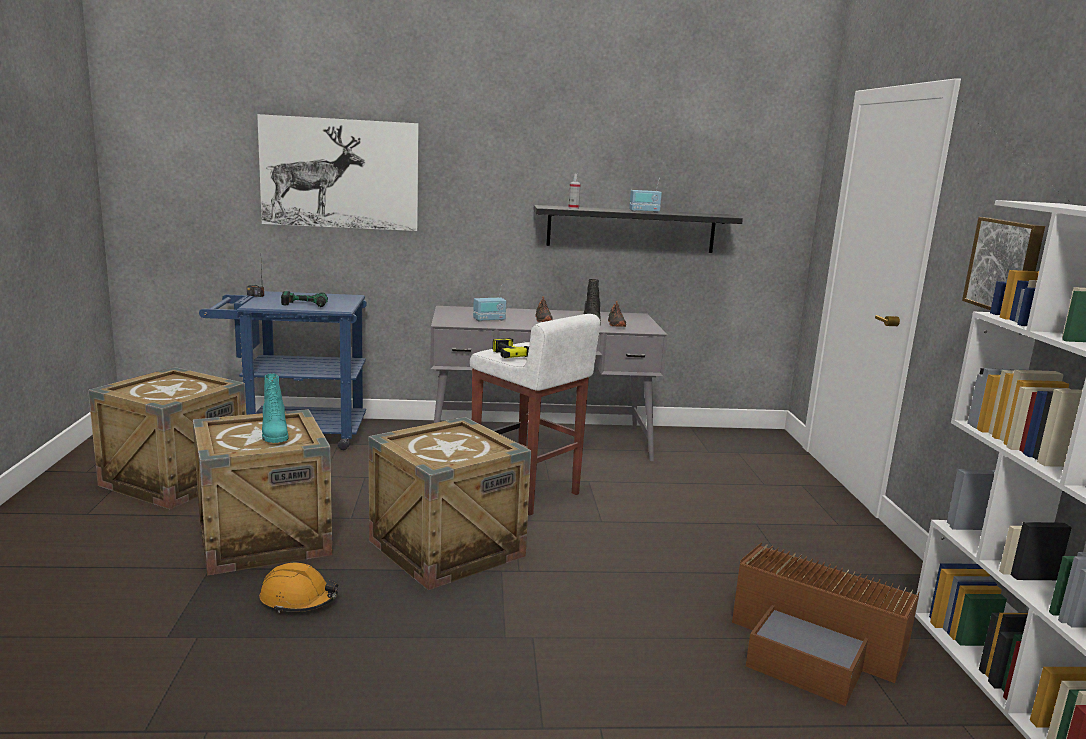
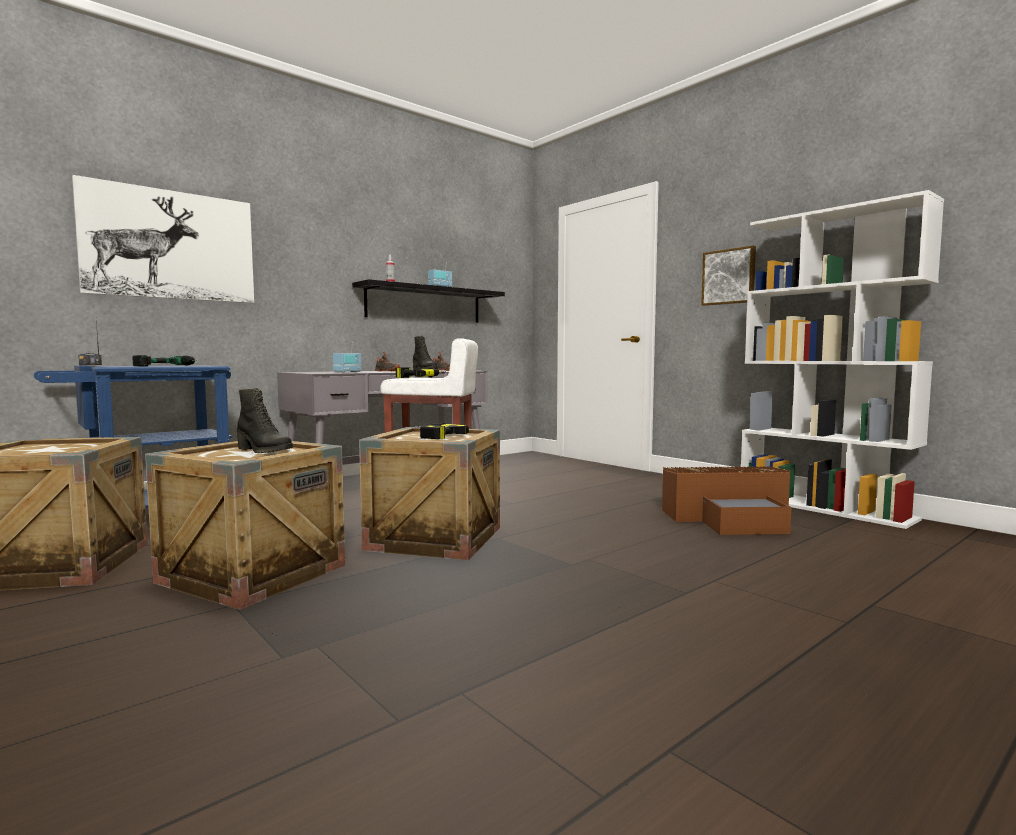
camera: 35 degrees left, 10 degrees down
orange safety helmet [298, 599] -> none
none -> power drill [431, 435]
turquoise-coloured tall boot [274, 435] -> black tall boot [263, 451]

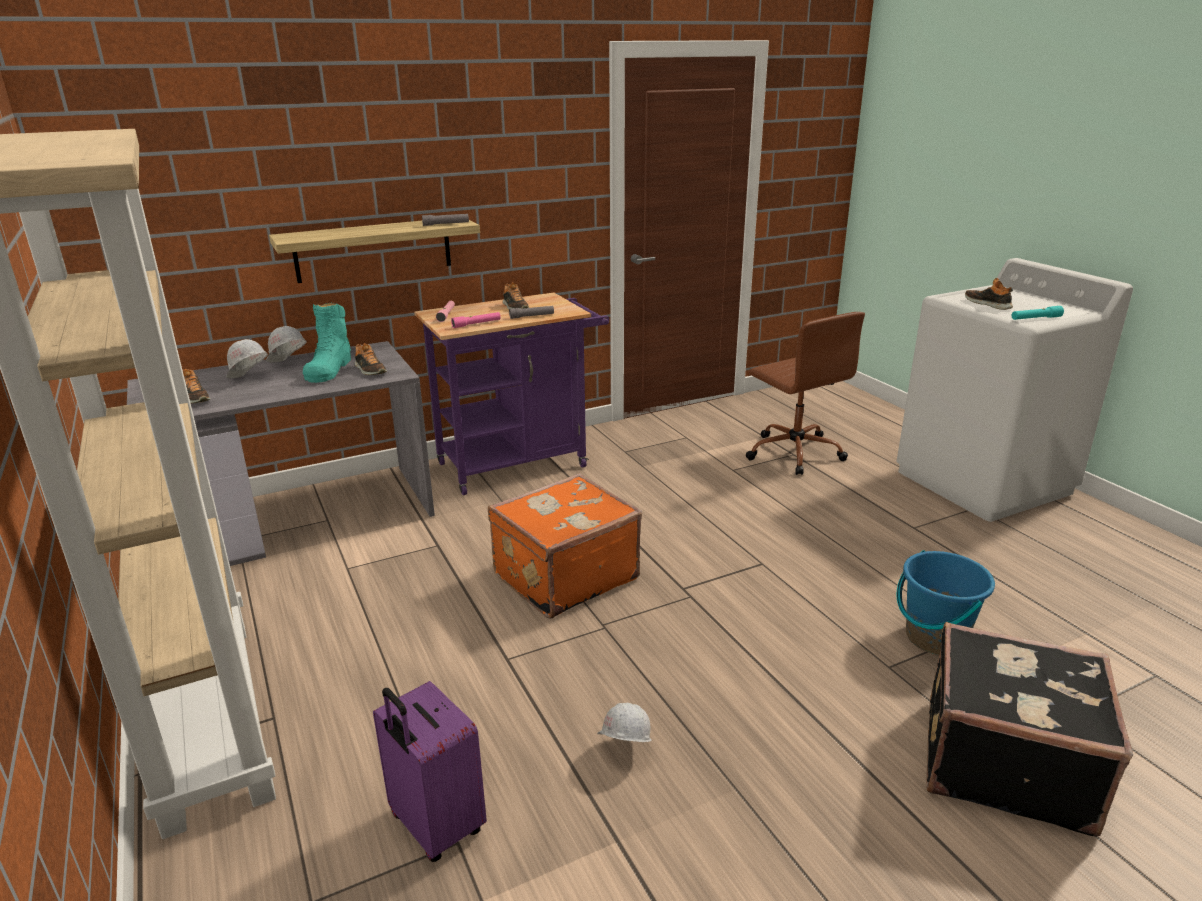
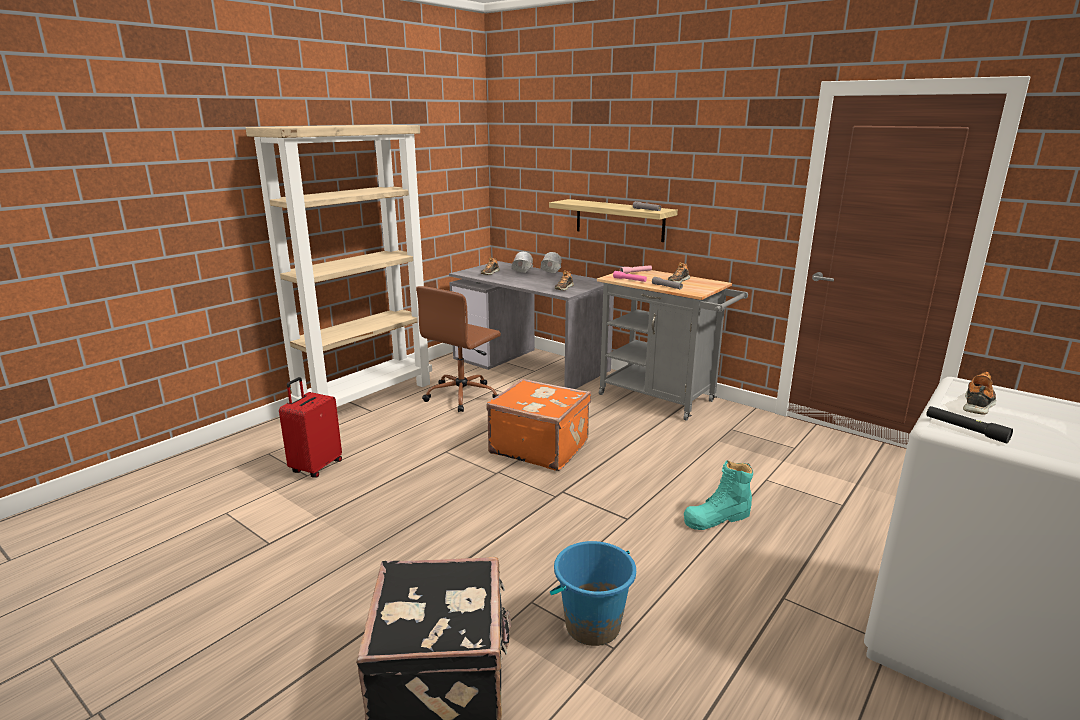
camera: 65 degrees right, 5 degrees down
whitish safety helmet [623, 752] -> none
turquoise-coloured tall boot [329, 369] -> turquoise-coloured tall boot [717, 518], shifted
brownish computer chair [793, 452] -> brownish computer chair [463, 396], shifted
purplish travel case [435, 826] -> red travel case [315, 467]
purplish trolley [521, 462] -> grey trolley [663, 399]
turquoise-coloured torch [1035, 318] -> black torch [965, 429]

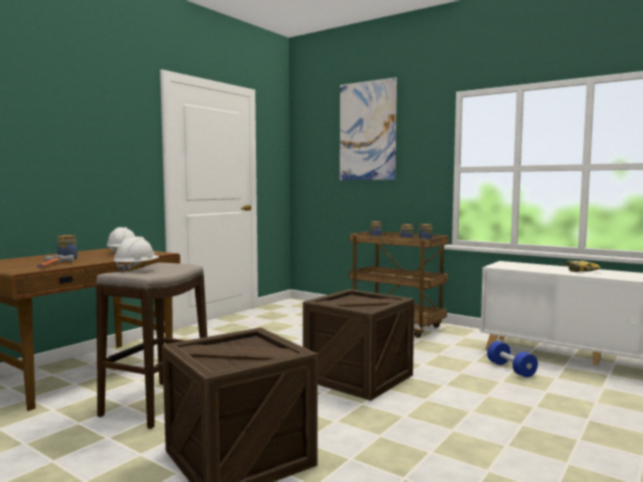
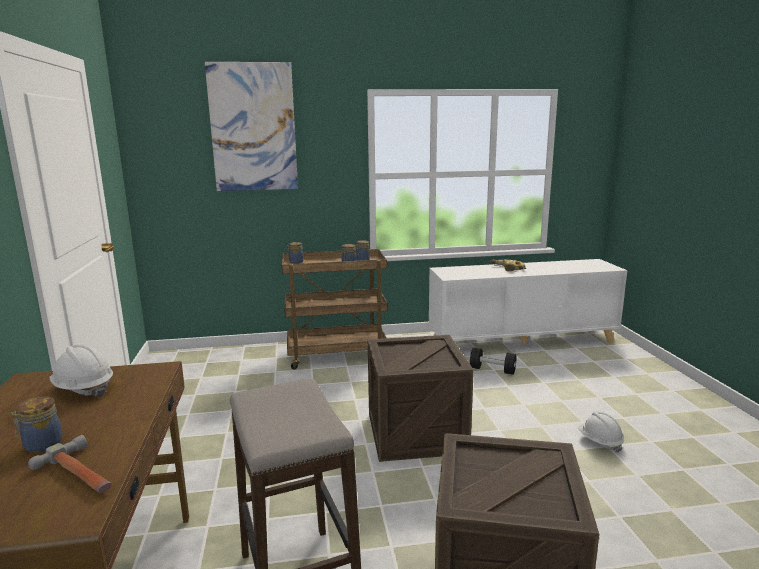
camera: 45 degrees left, 10 degrees up
whitish safety helmet [136, 269] -> whitish safety helmet [599, 442], shifted
blue free weight [511, 369] -> black free weight [492, 370]

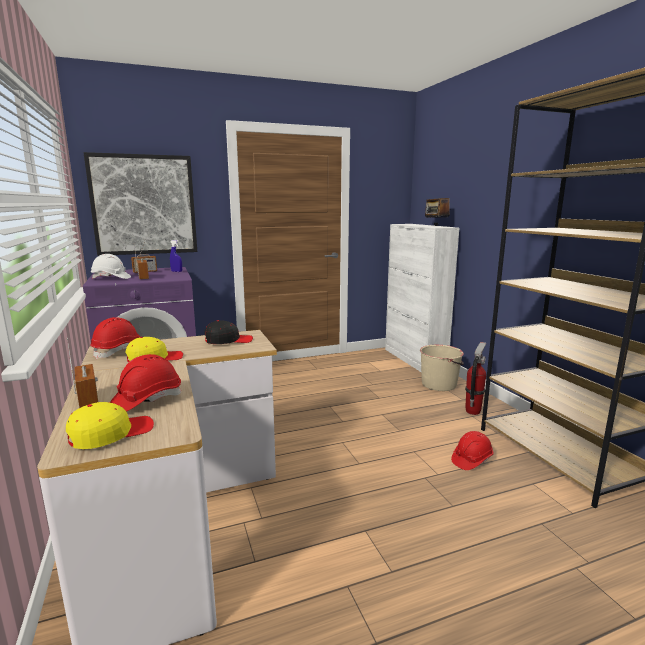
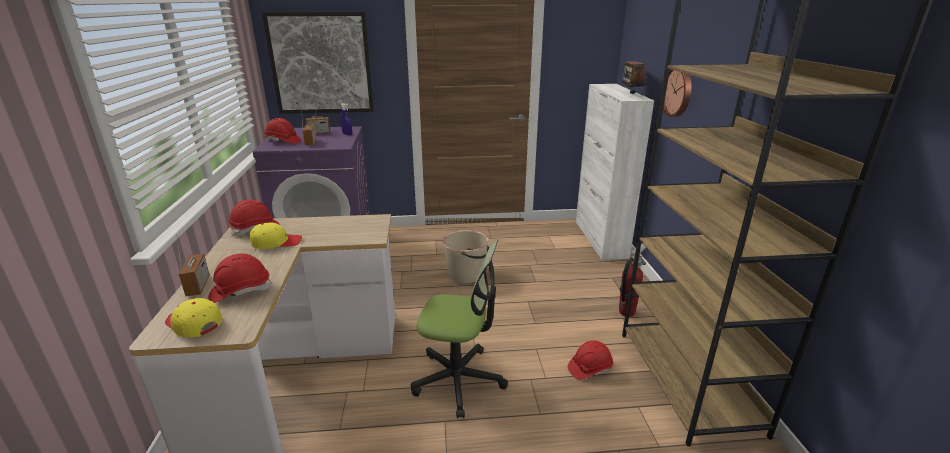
camera: 15 degrees right, 10 degrees up
black cap [228, 340] -> none
none -> computer chair [458, 380]
none -> wall clock [678, 91]
sand-coloured water bucket [439, 384] -> sand-coloured water bucket [466, 274], shifted
whitish safety helmet [111, 278] -> red safety helmet [283, 141]
yellow-coloured cap [111, 434] -> yellow-coloured cap [194, 323], 120 degrees counterclockwise

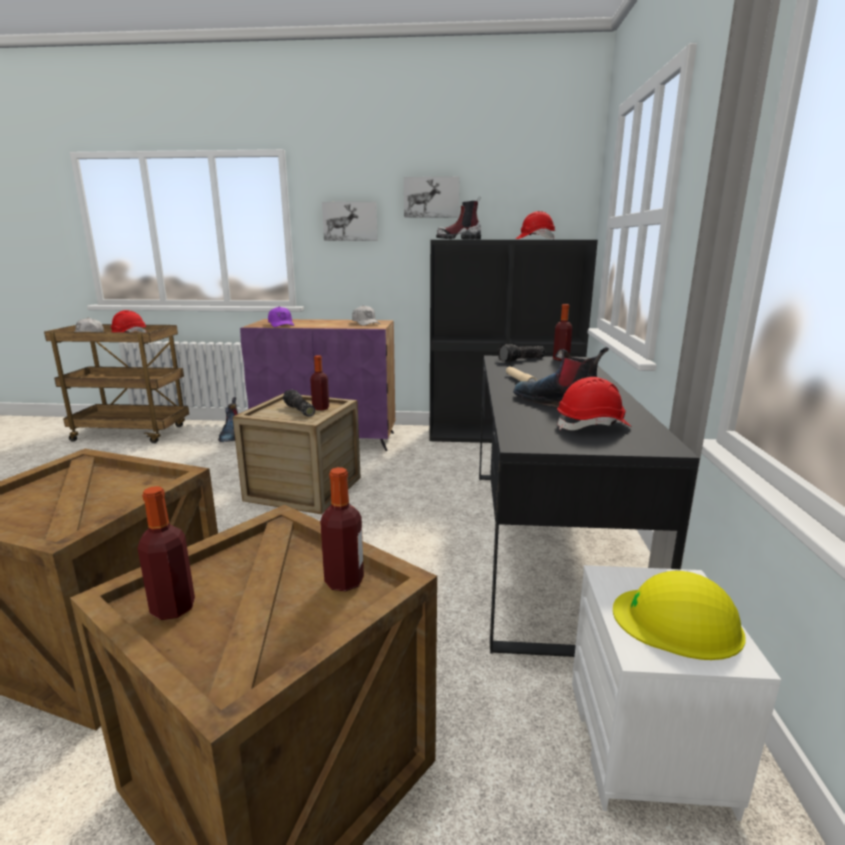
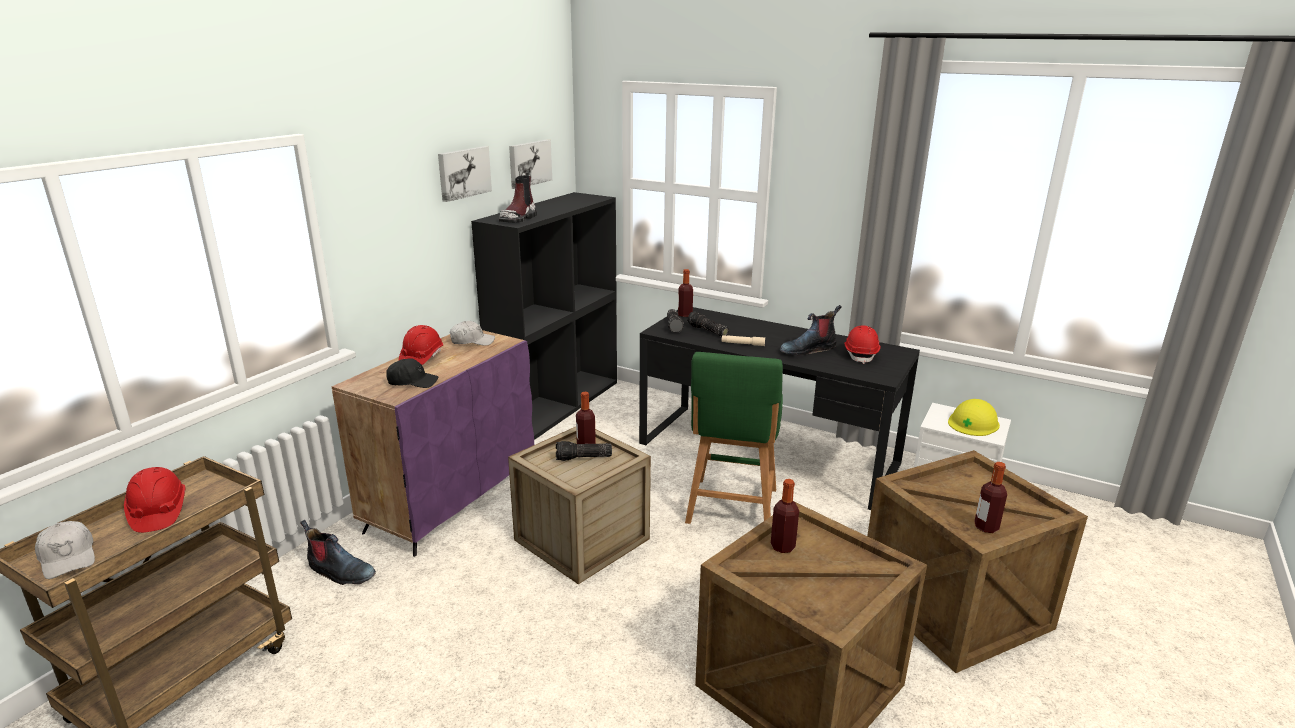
camera: 65 degrees left, 5 degrees up
none -> greenish stool seat [731, 509]
none -> torch [707, 331]
bottle [344, 581] -> bottle [782, 546], shifted
wall picture [350, 221] -> wall picture [529, 163], shifted
red safety helmet [535, 239] -> red safety helmet [421, 358], shifted
purplish cap [281, 324] -> black cap [412, 382]

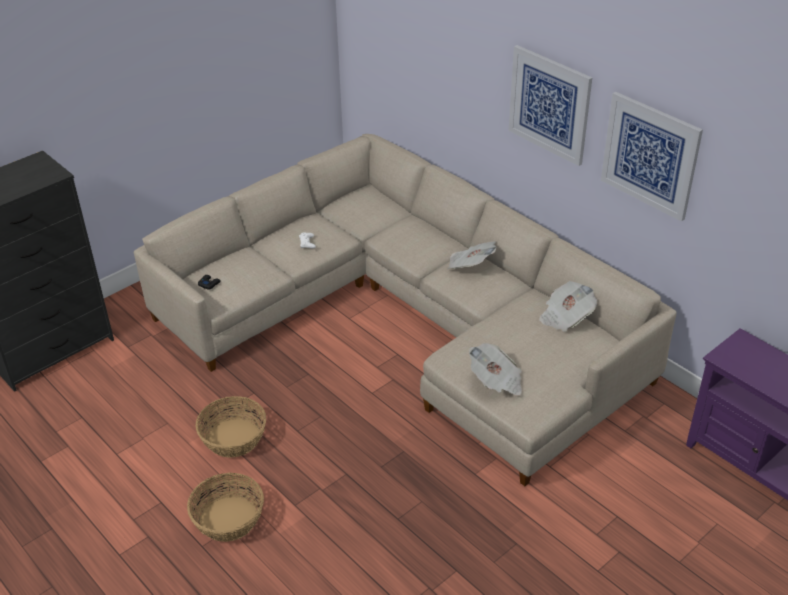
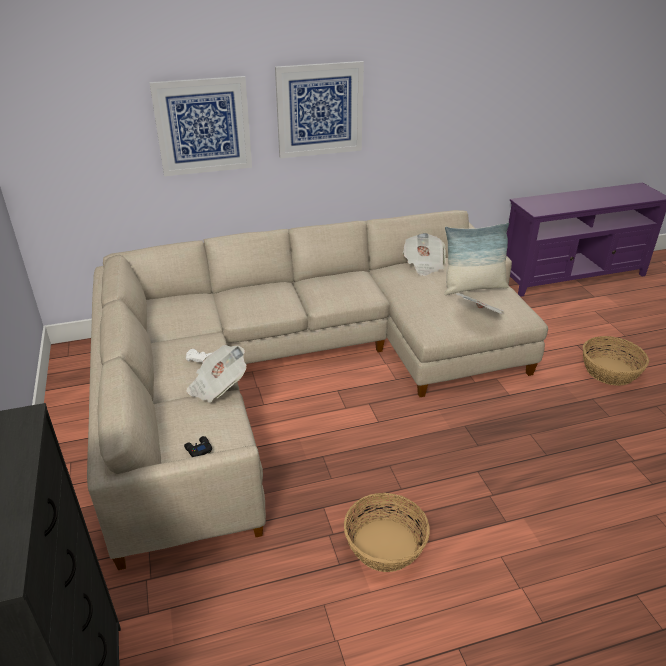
camera: 65 degrees left, 5 degrees down
none -> throw pillow [473, 287]
basket [228, 519] -> basket [610, 371], shifted
newspaper [470, 266] -> newspaper [217, 386], shifted
wall picture [650, 155] -> wall picture [203, 126], shifted

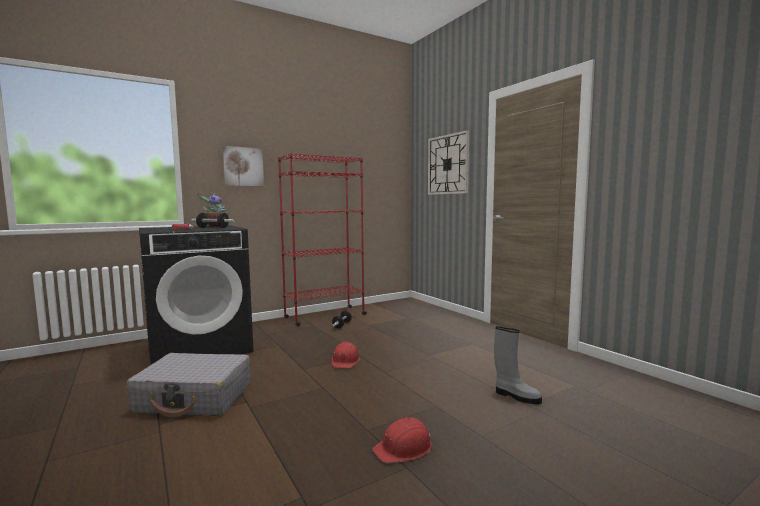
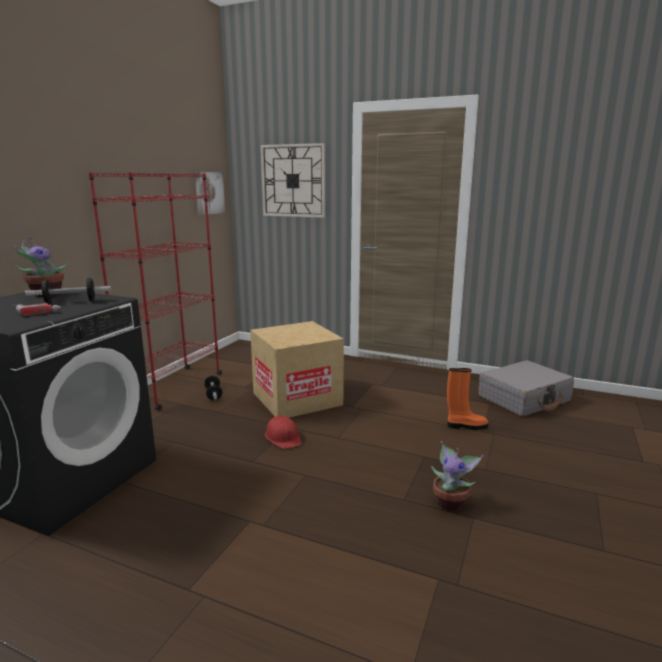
camera: 35 degrees left, 10 degrees up
none -> cardboard box [297, 398]
grey travel case [195, 398] -> grey travel case [524, 399], shifted
wall picture [243, 166] -> wall picture [209, 193], shifted
red safety helmet [404, 448] -> potted plant [451, 502]
grey tall boot [516, 396] -> orange tall boot [466, 426]

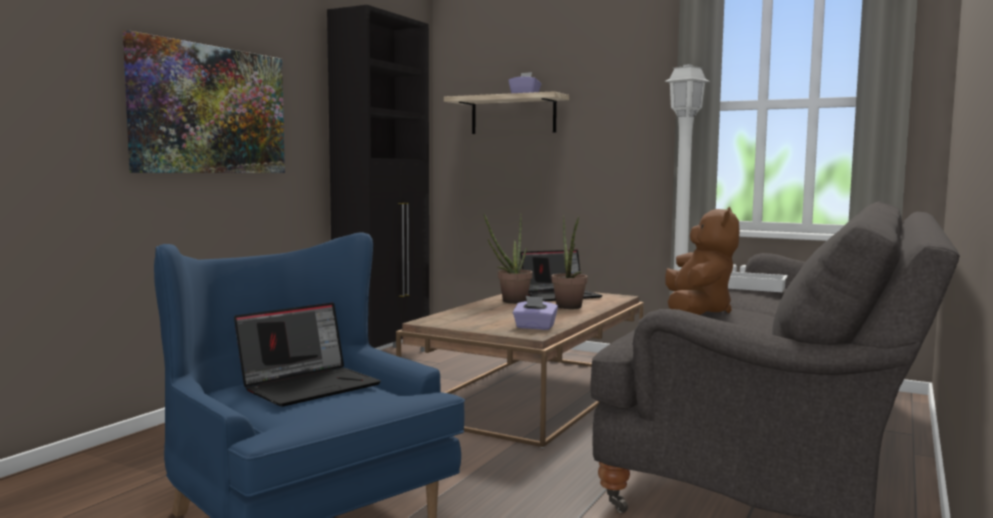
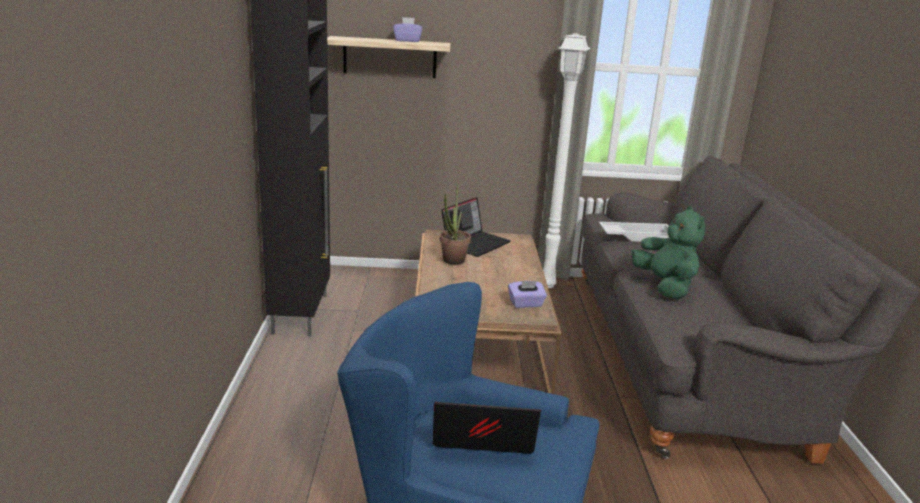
camera: 30 degrees left, 15 degrees up
wall picture [210, 110] -> none
potted plant [569, 308] -> none
brownish plush toy [697, 311] -> greenish plush toy [665, 286]
portable computer [310, 385] -> portable computer [481, 438], 105 degrees counterclockwise

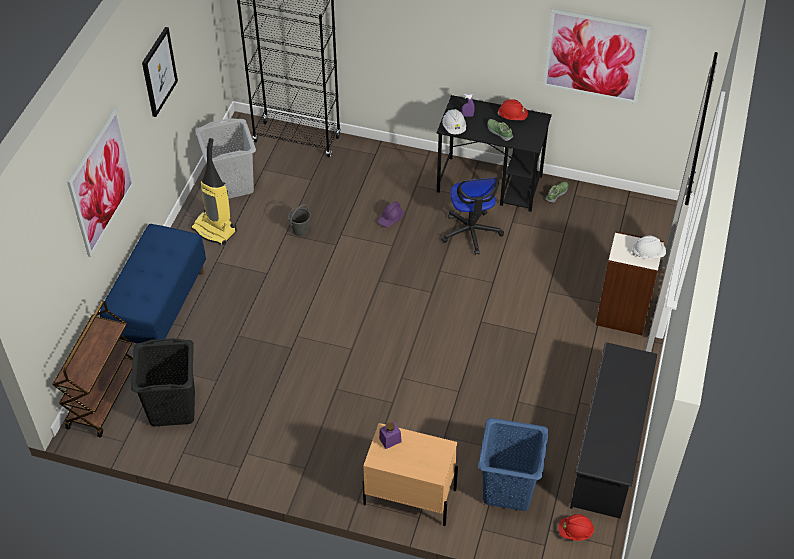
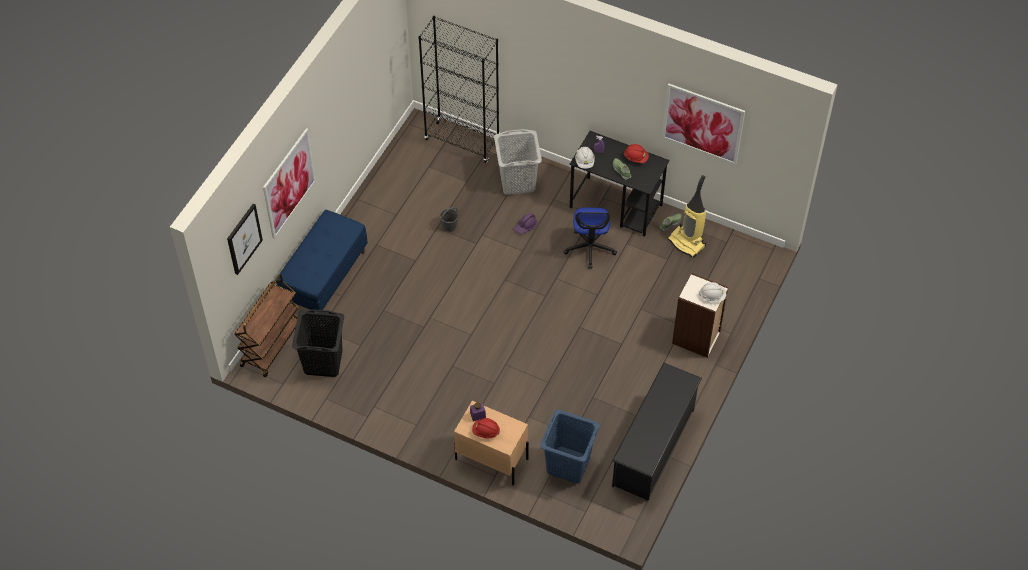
camera: 10 degrees right, 5 degrees up
wall picture [158, 71] -> wall picture [244, 238], shifted
hoover [215, 230] -> hoover [687, 243], shifted
grey washing basket [232, 184] -> grey washing basket [517, 181], shifted
red safety helmet [575, 532] -> red safety helmet [485, 432], shifted

